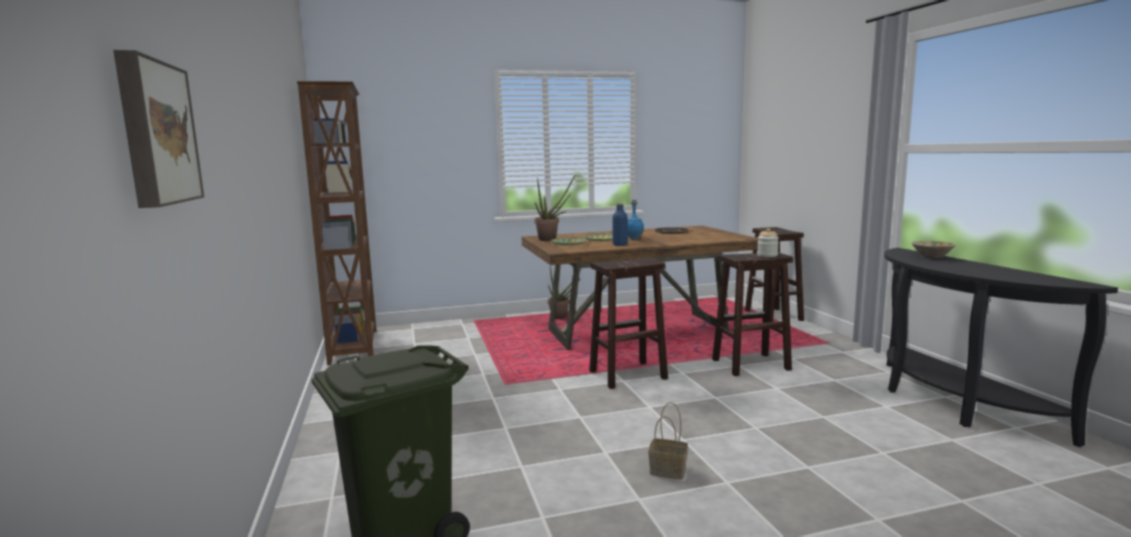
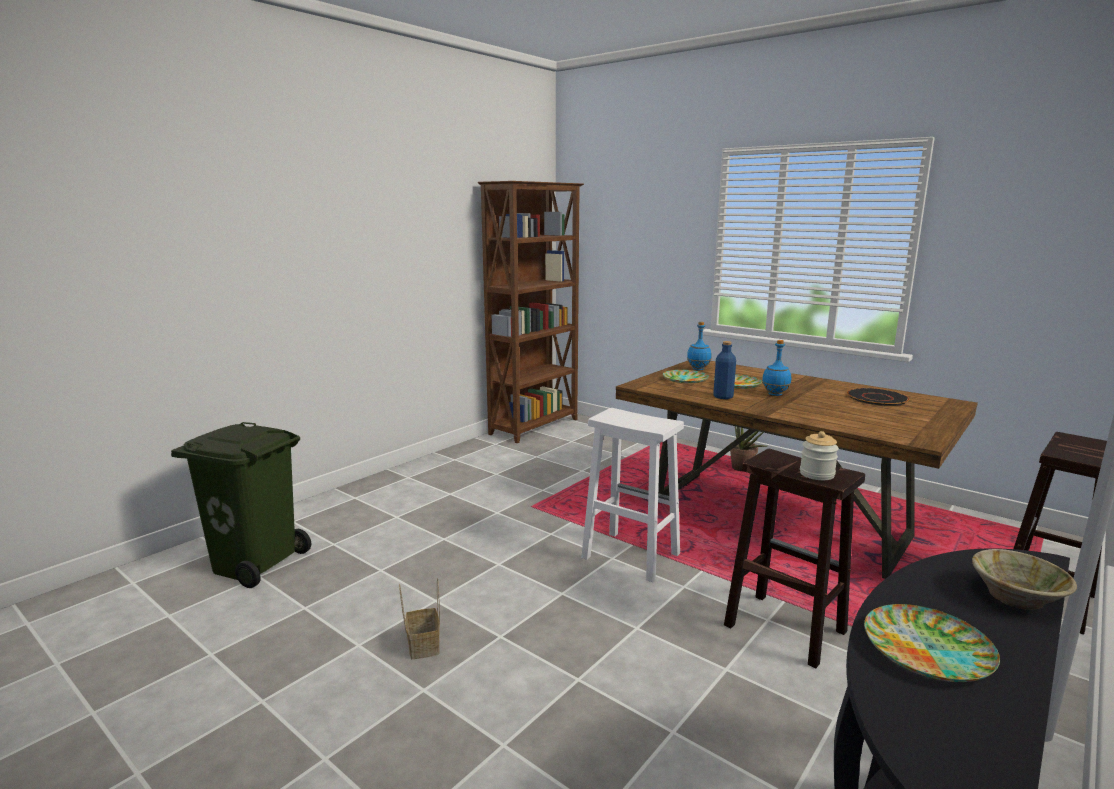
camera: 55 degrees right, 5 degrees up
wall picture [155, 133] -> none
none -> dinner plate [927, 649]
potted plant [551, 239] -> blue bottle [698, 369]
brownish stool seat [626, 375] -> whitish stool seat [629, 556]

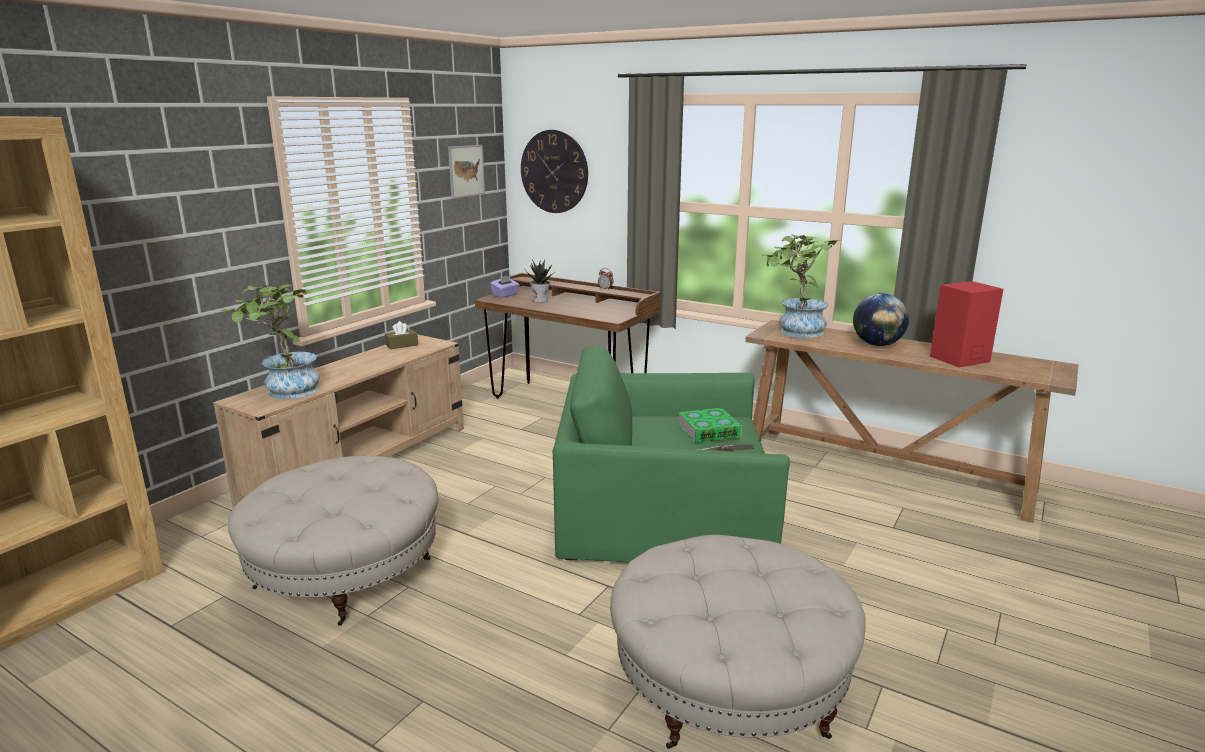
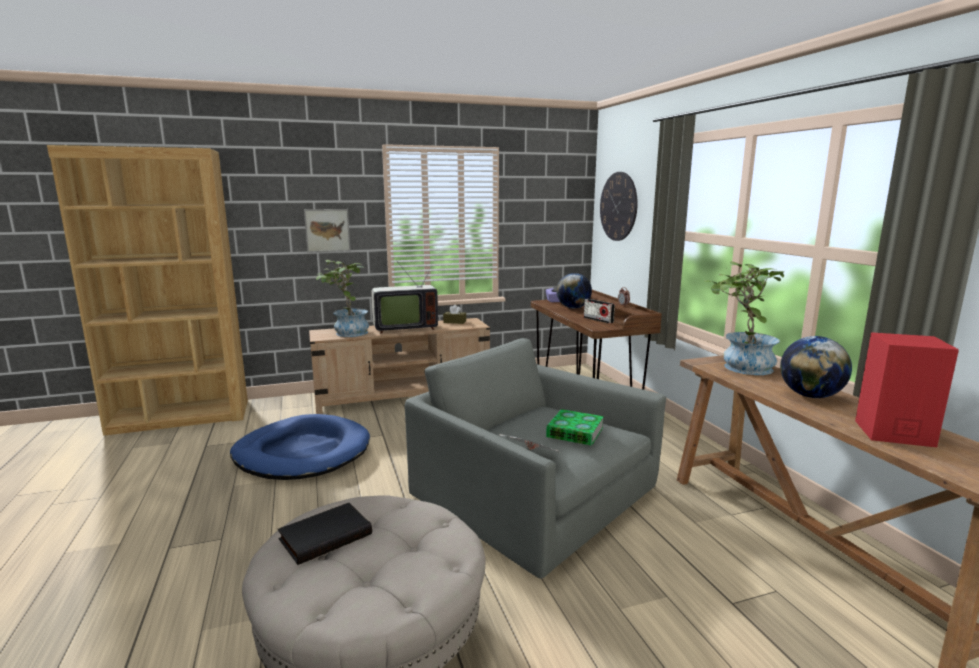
camera: 40 degrees right, 5 degrees down
none -> black book [325, 535]
none -> TV [404, 328]
none -> radio receiver [598, 320]
wall picture [466, 171] -> wall picture [327, 230], shifted
sand-coloured ottoman [345, 573] -> blue dog cushion [302, 453]
potted plant [540, 300] -> world globe [573, 308]
greenish armchair [664, 513] -> grey armchair [532, 496]

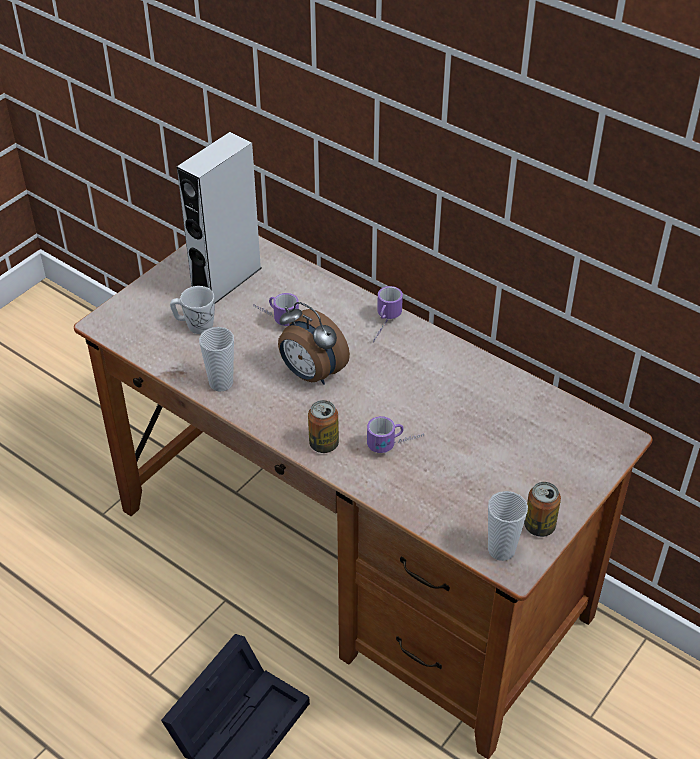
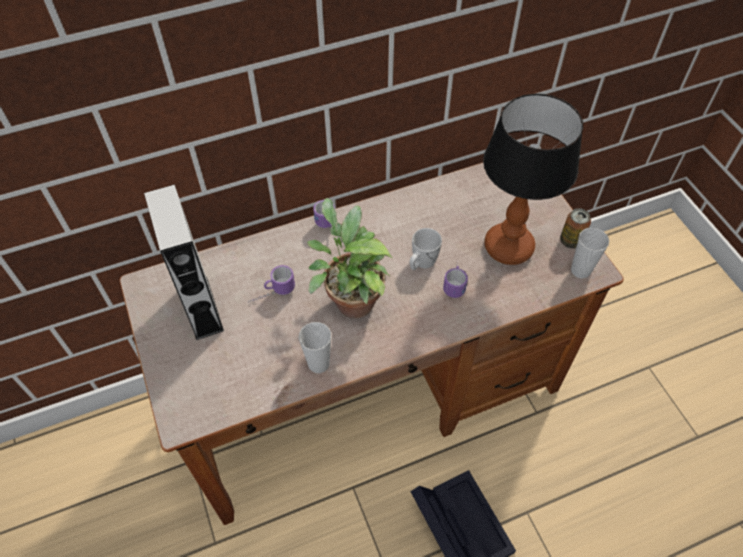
camera: 60 degrees left, 10 degrees up
metal can [323, 444] -> none
none -> lamp for a table [509, 246]
whitish coffee mug [194, 325] -> whitish coffee mug [421, 263], shifted
bedside clock [311, 374] -> potted plant [350, 299]

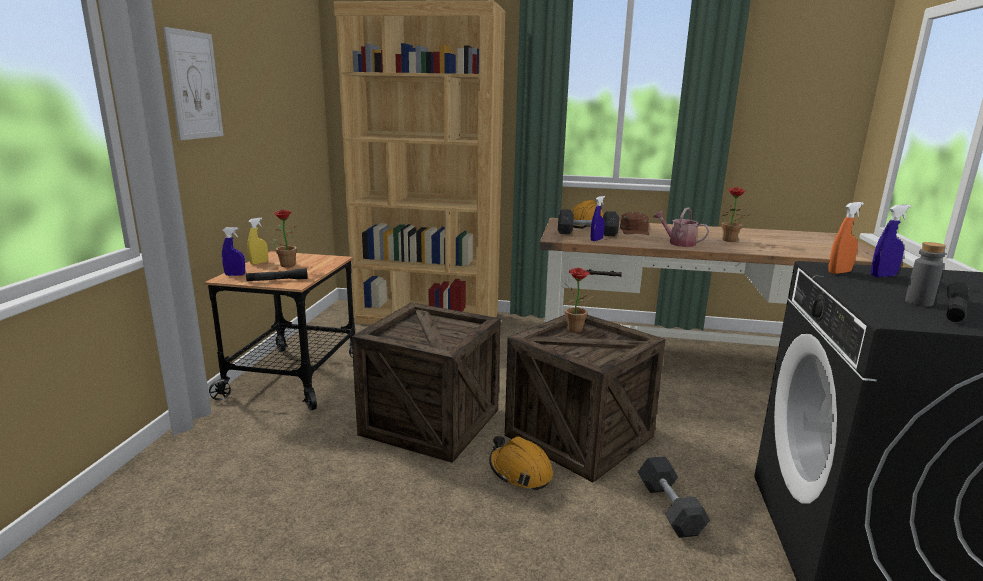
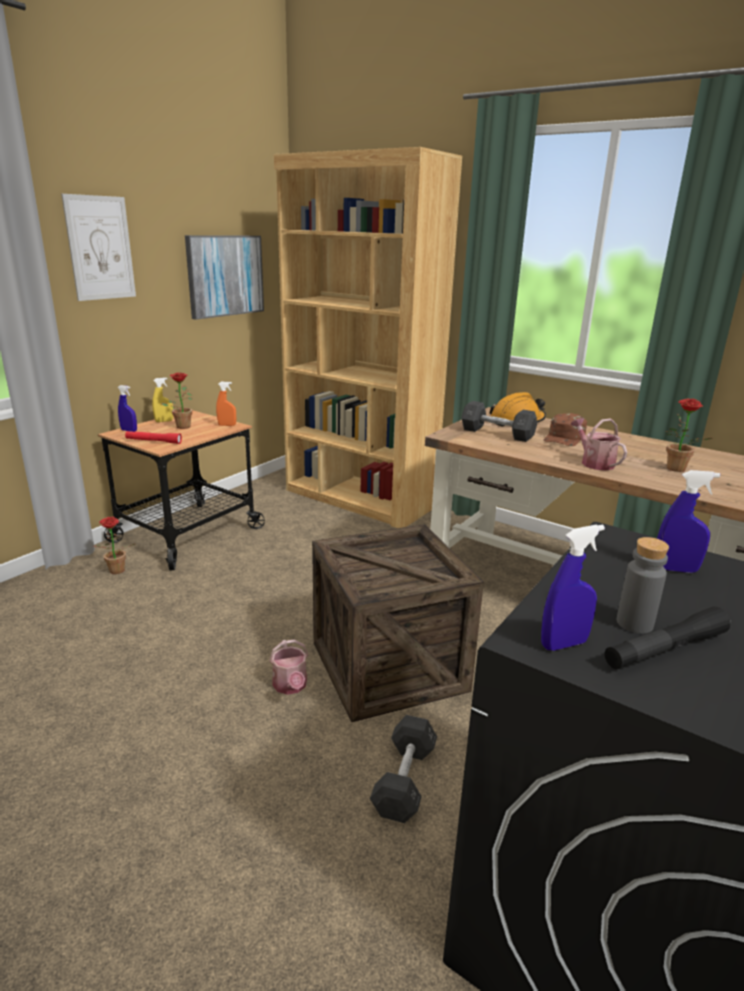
camera: 25 degrees right, 5 degrees up
shipping crate [430, 422] -> none
none -> wall picture [225, 275]
potted plant [576, 331] -> potted plant [115, 572], shifted
blue sprayer [596, 240] -> blue sprayer [563, 644], shifted
orange sprayer [839, 272] -> orange sprayer [227, 425], shifted
orange safety helmet [520, 472] -> watering can [291, 686]
black torch [277, 280] -> red torch [153, 441]

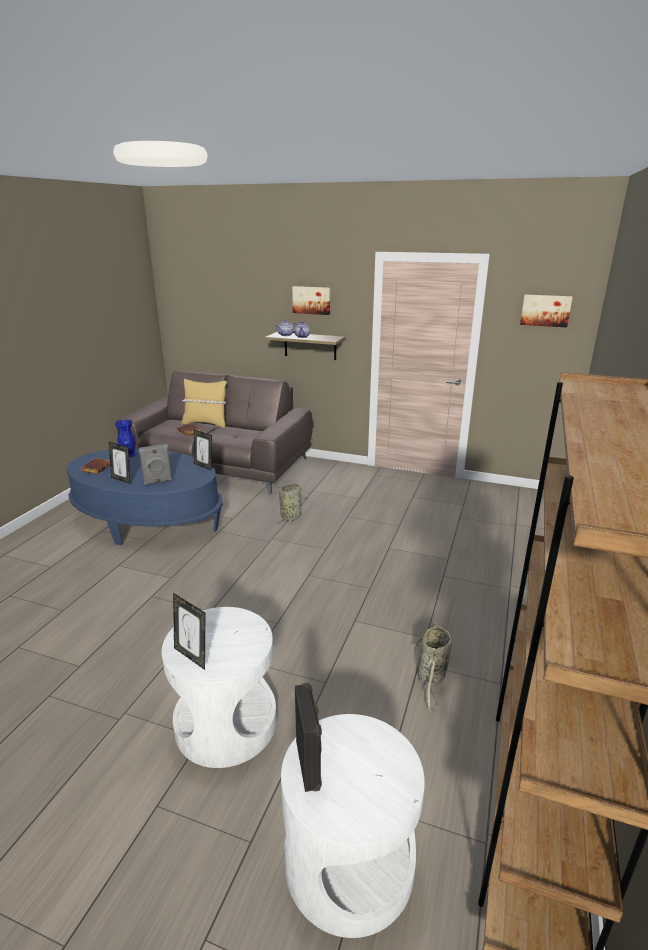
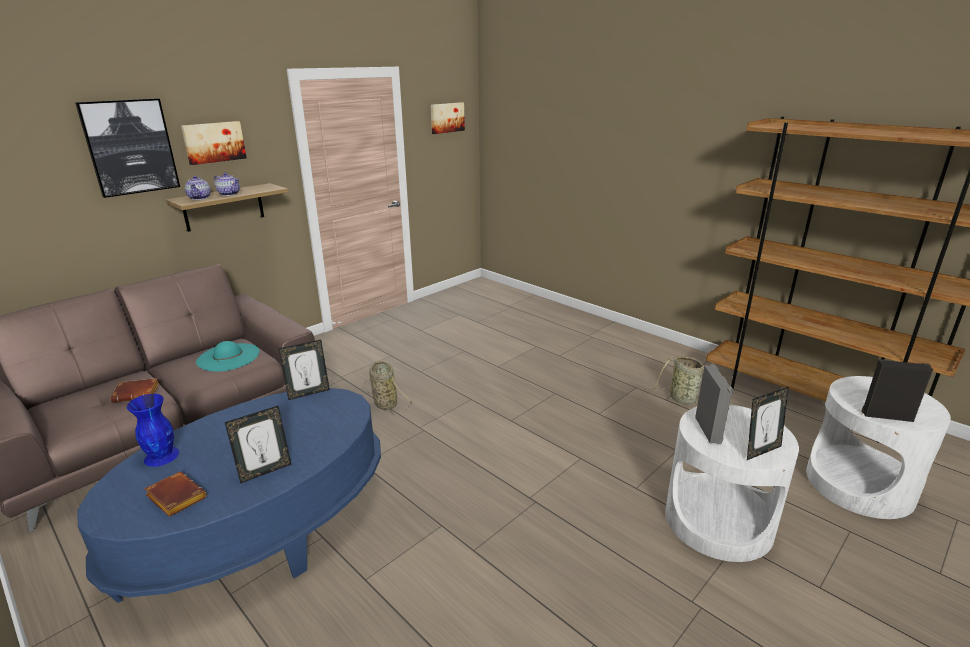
camera: 65 degrees left, 0 degrees up
yellow-coloured throw pillow [206, 424] -> none
none -> wall picture [130, 147]
none -> turquoise-coloured clothing hat [228, 357]
grey audio speaker [158, 481] -> grey audio speaker [709, 430], shifted

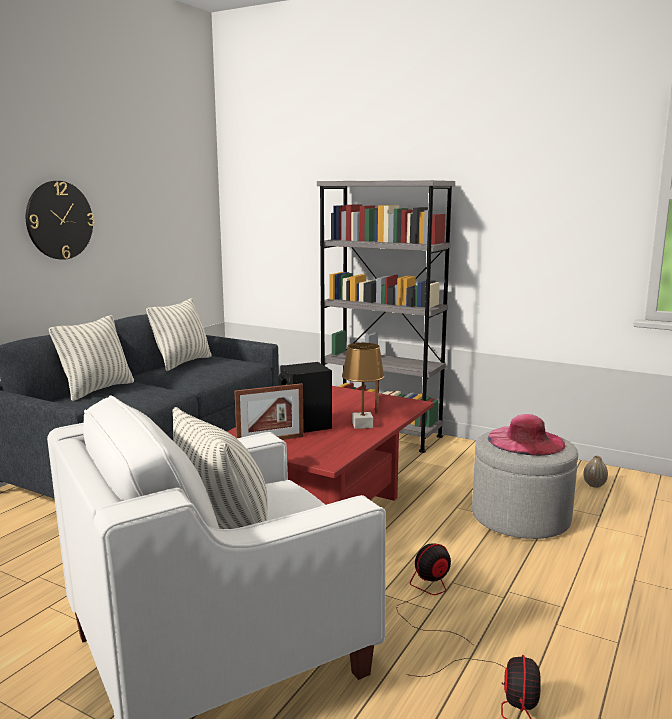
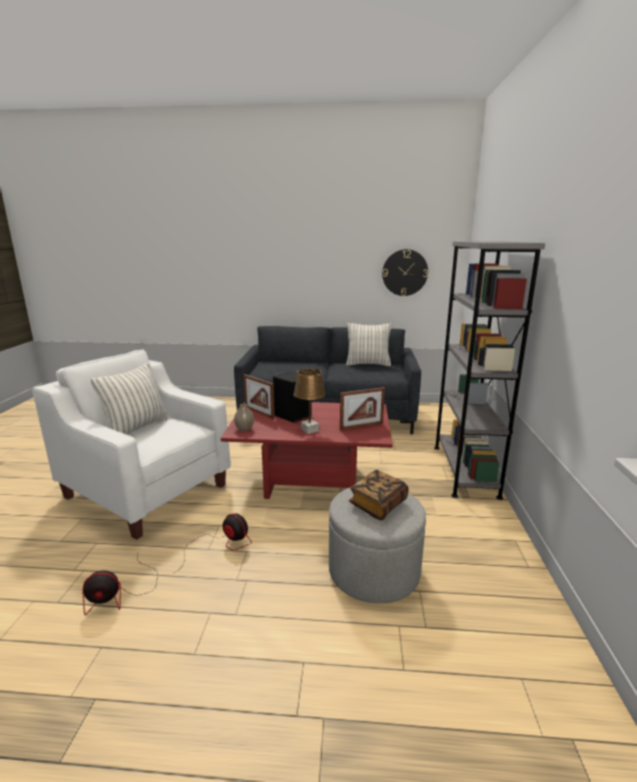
camera: 65 degrees right, 5 degrees up
throw pillow [97, 390] -> none
wall clock [59, 220] -> wall clock [404, 272], shifted
vase [594, 485] -> vase [244, 429], shifted
pink-coloured clothing hat [526, 441] -> book [378, 505]

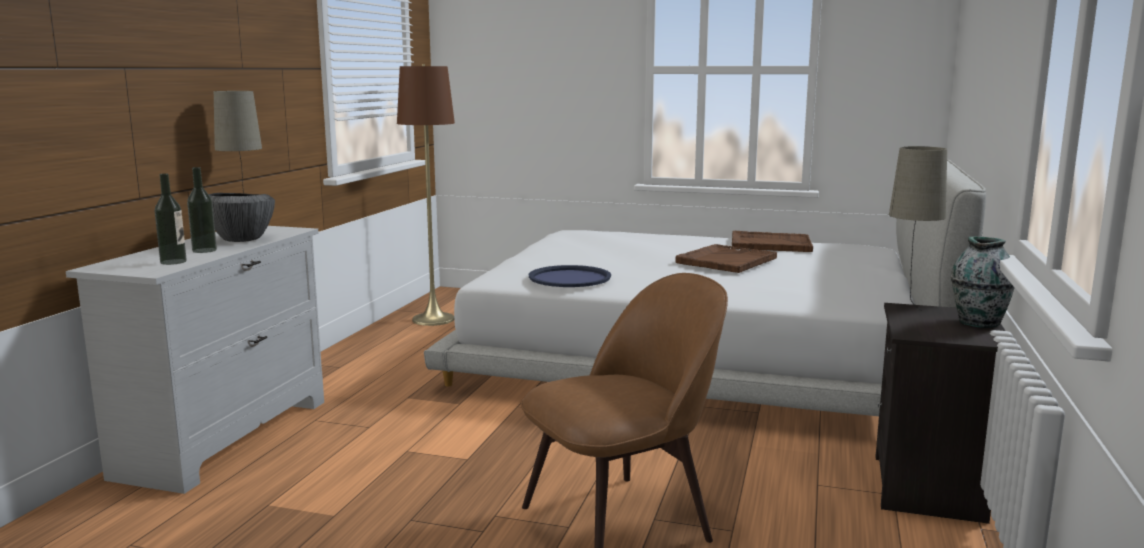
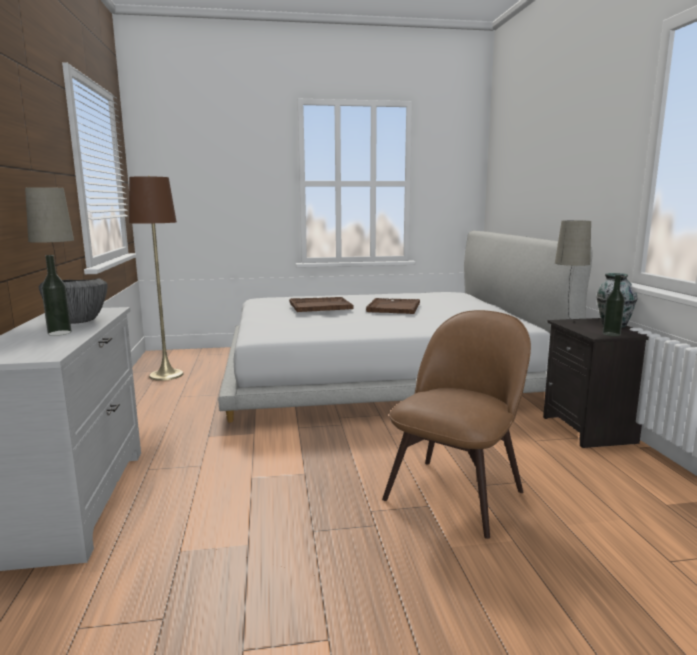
camera: 25 degrees left, 0 degrees up
blue carrying tray [569, 278] -> none
bottle [173, 262] -> bottle [611, 334], shifted
brownish carrying tray [770, 244] -> brownish carrying tray [319, 306], shifted

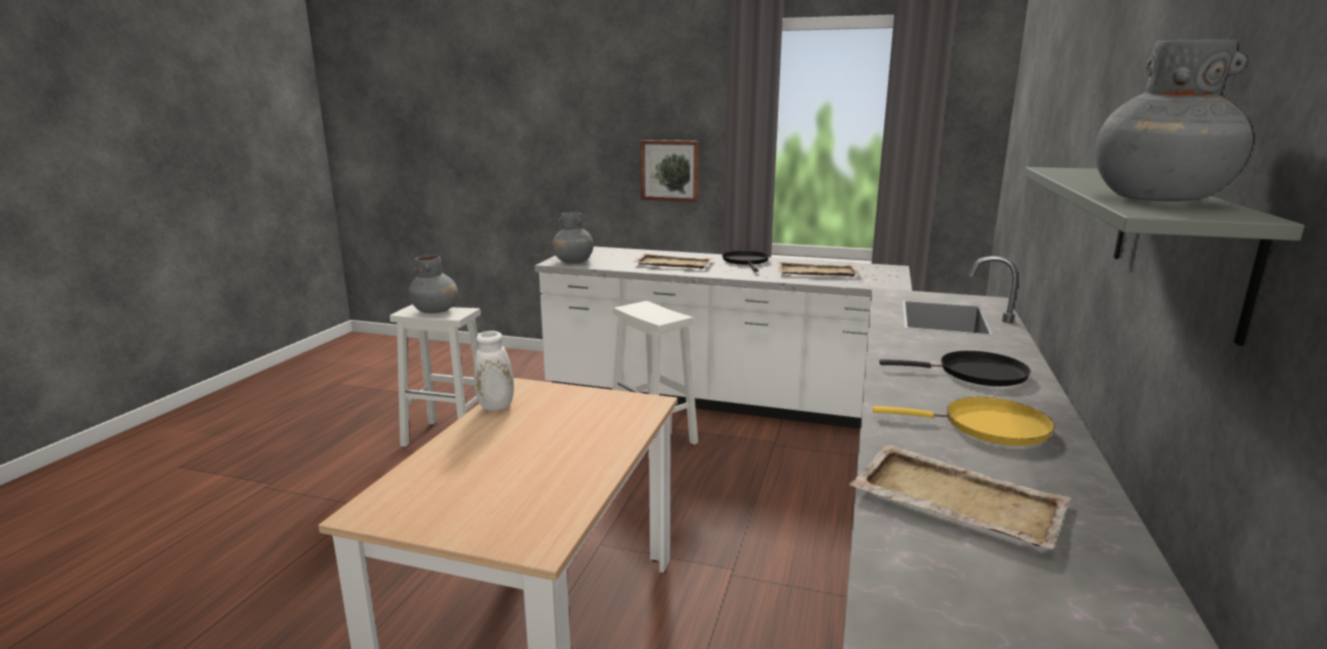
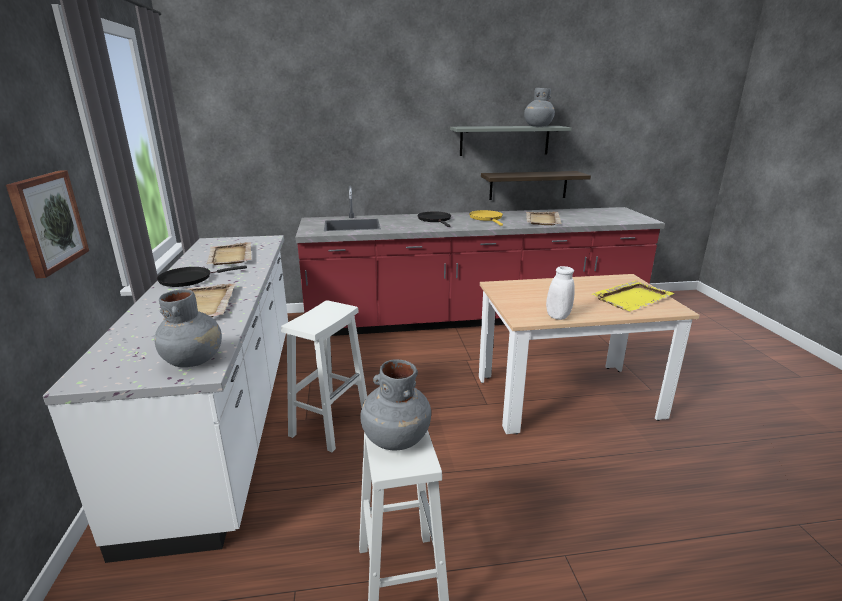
camera: 115 degrees left, 5 degrees up
none -> wall shelf [528, 185]
none -> yellow-coloured carrying tray [632, 298]

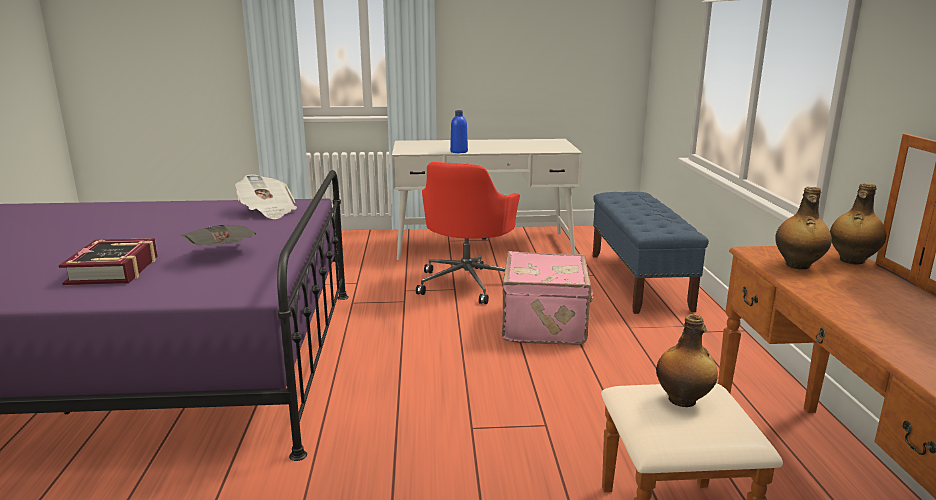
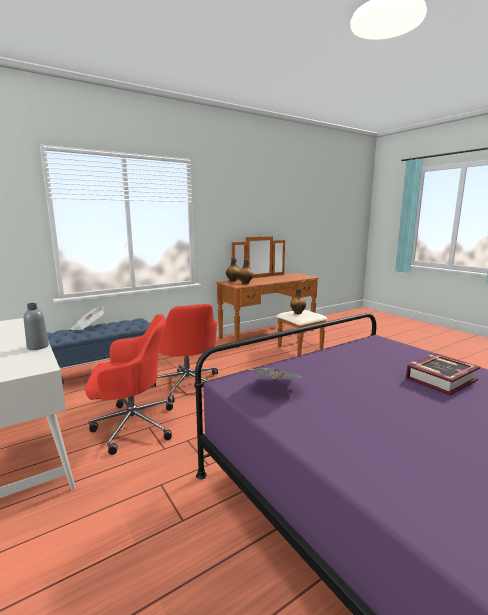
camera: 120 degrees left, 5 degrees down
newspaper [223, 254] -> newspaper [88, 327], shifted
pink-coloured travel case [546, 324] -> red computer chair [188, 384]
blue bottle [459, 151] -> grey bottle [38, 347]

